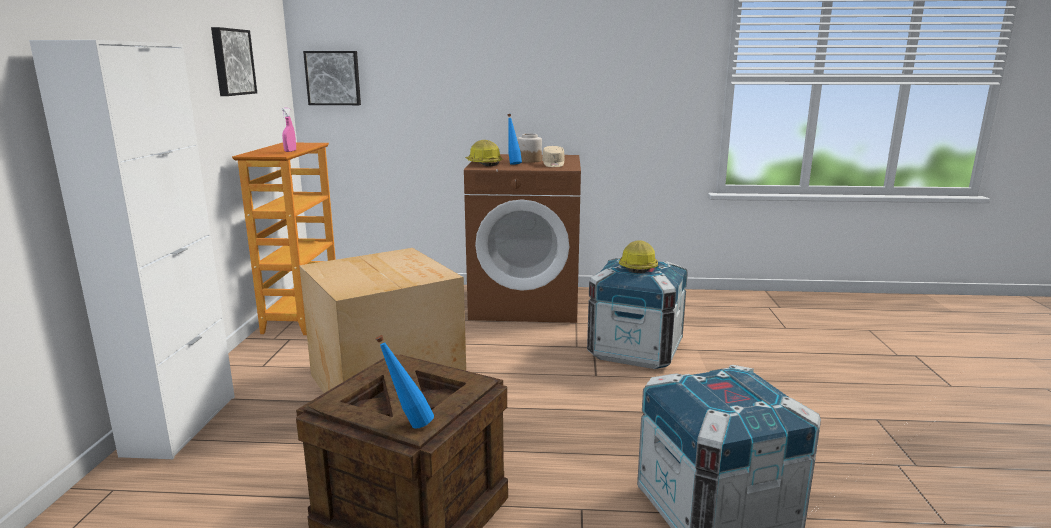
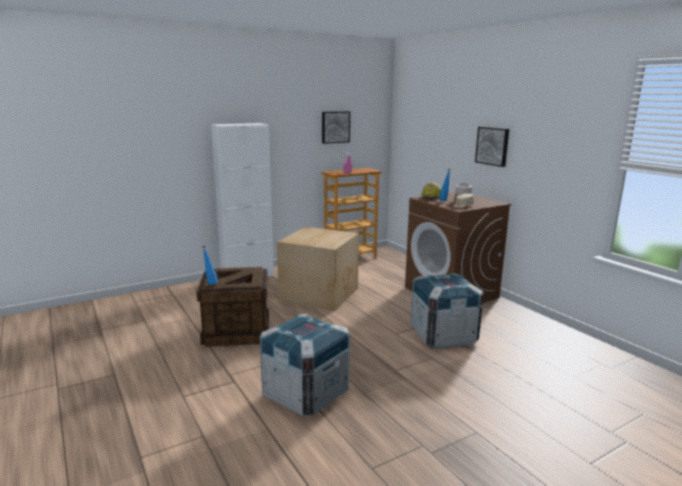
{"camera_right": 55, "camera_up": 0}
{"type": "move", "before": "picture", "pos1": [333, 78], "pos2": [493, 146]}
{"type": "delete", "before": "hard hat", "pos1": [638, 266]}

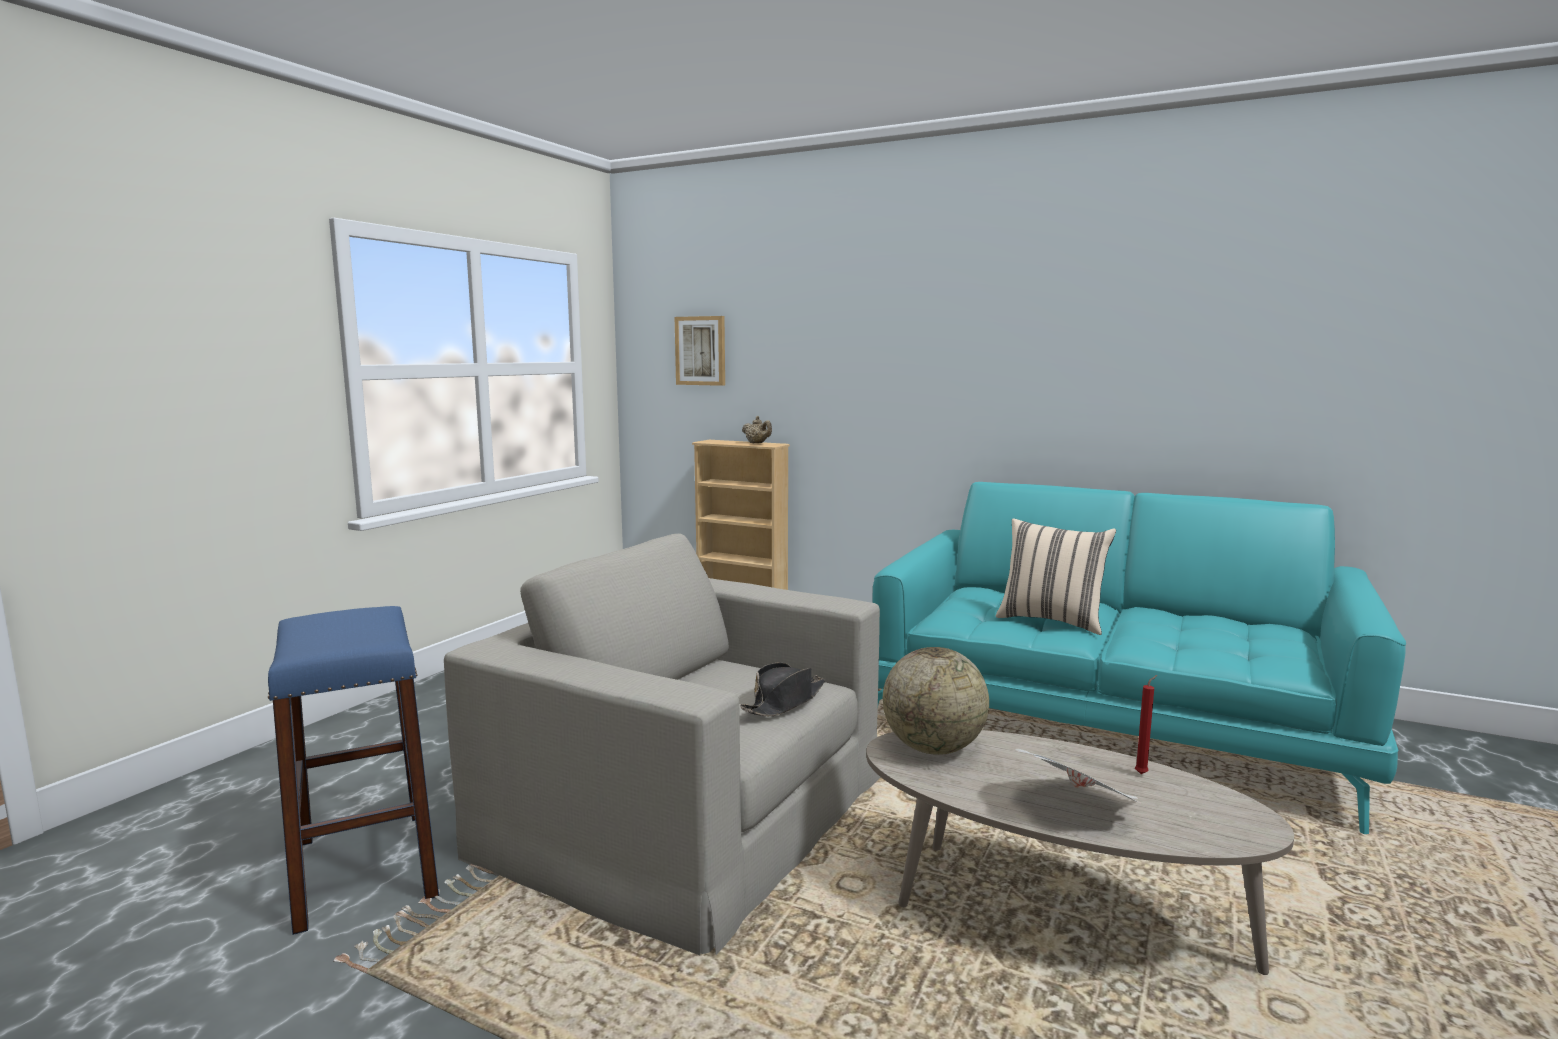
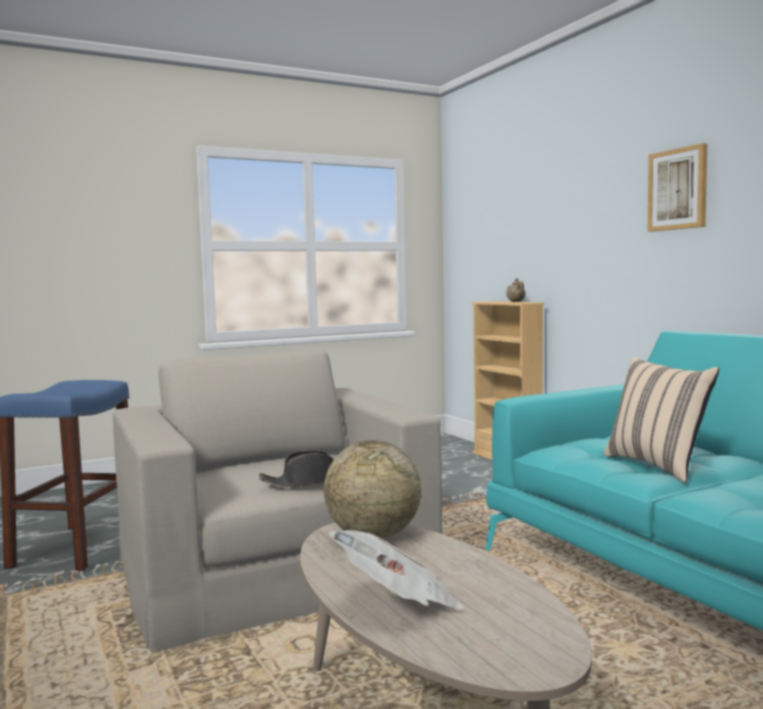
{"camera_right": 35, "camera_up": -5}
{"type": "move", "before": "picture", "pos1": [701, 351], "pos2": [678, 189]}
{"type": "delete", "before": "red candle", "pos1": [1142, 773]}

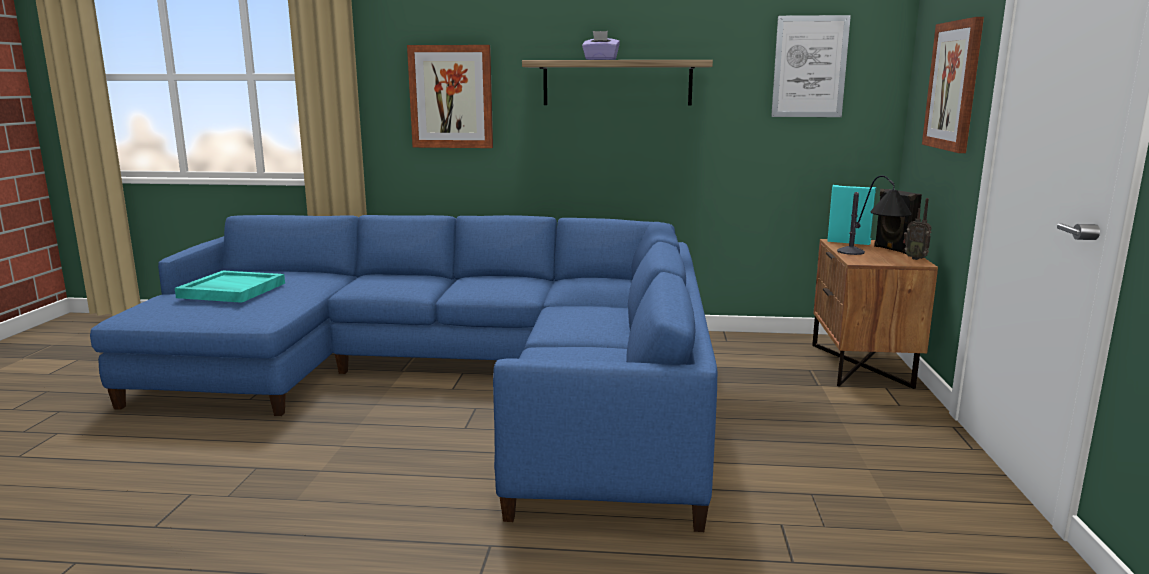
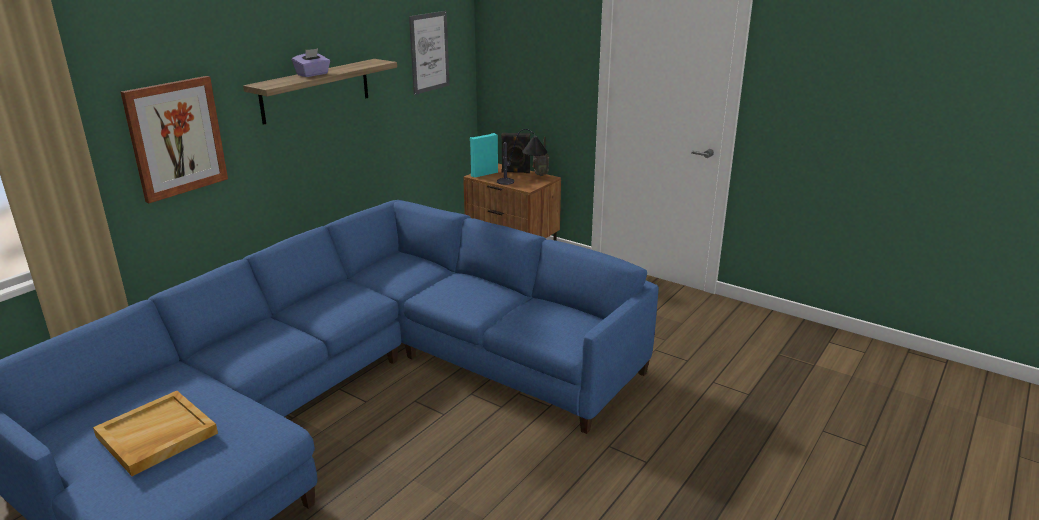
{"camera_right": -60, "camera_up": 10}
{"type": "recolor", "before": "turquoise tray", "after": "beige tray", "pos1": [231, 290], "pos2": [156, 436]}
{"type": "delete", "before": "picture", "pos1": [954, 86]}

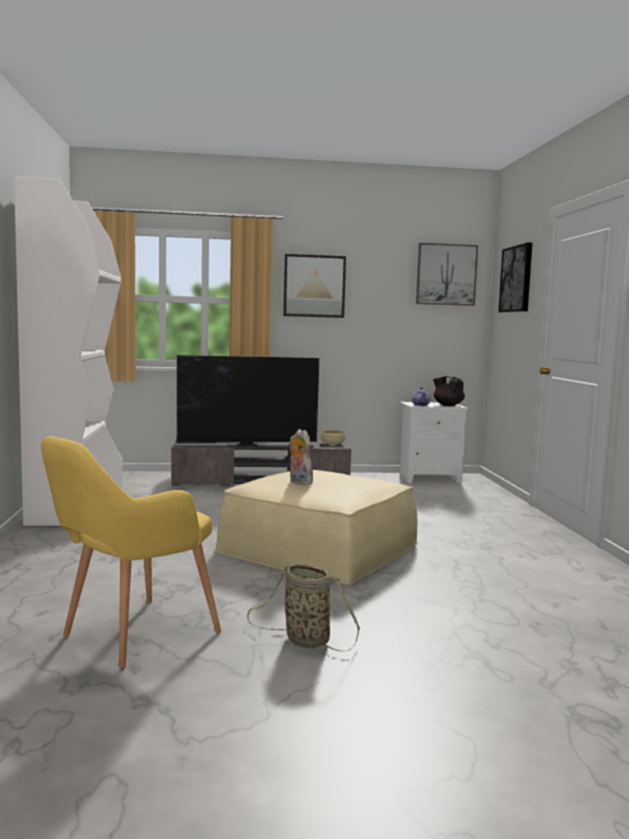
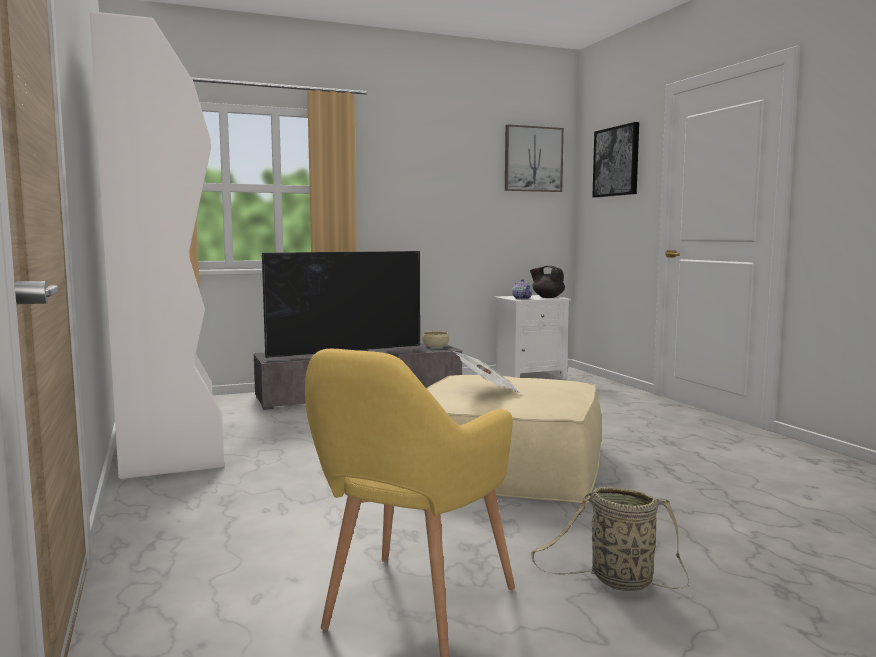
{"camera_right": -15, "camera_up": 0}
{"type": "delete", "before": "picture", "pos1": [314, 286]}
{"type": "replace", "before": "plush toy", "after": "newspaper", "pos1": [298, 482], "pos2": [487, 389]}

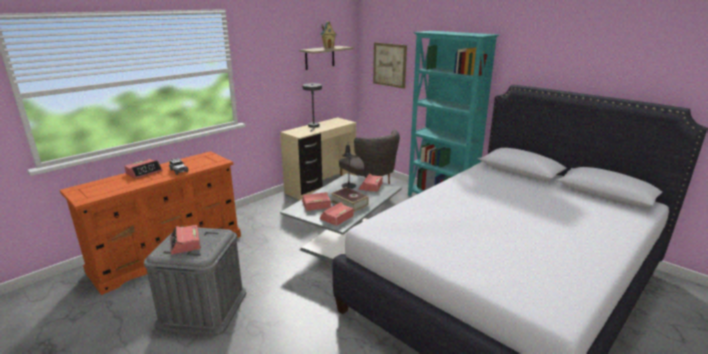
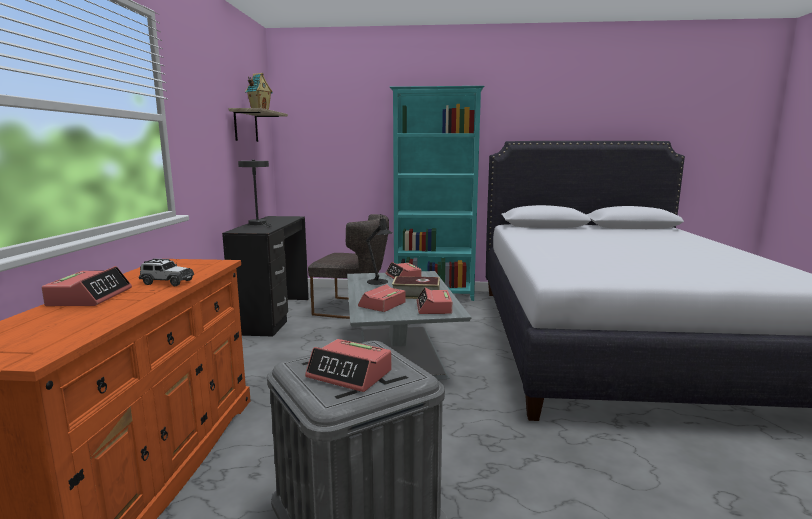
{"camera_right": -40, "camera_up": -10}
{"type": "recolor", "before": "beige desk", "after": "black desk", "pos1": [322, 186], "pos2": [275, 315]}
{"type": "delete", "before": "picture", "pos1": [389, 65]}

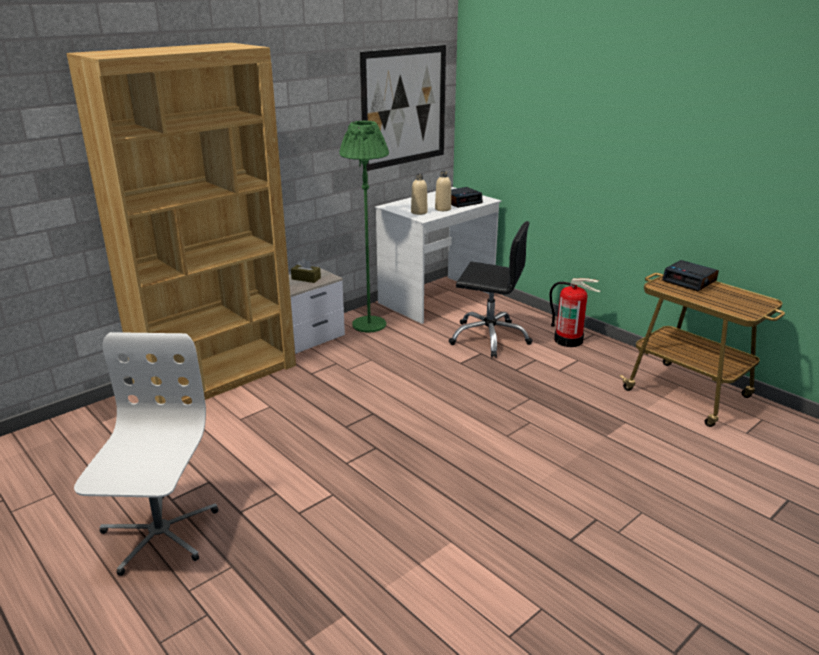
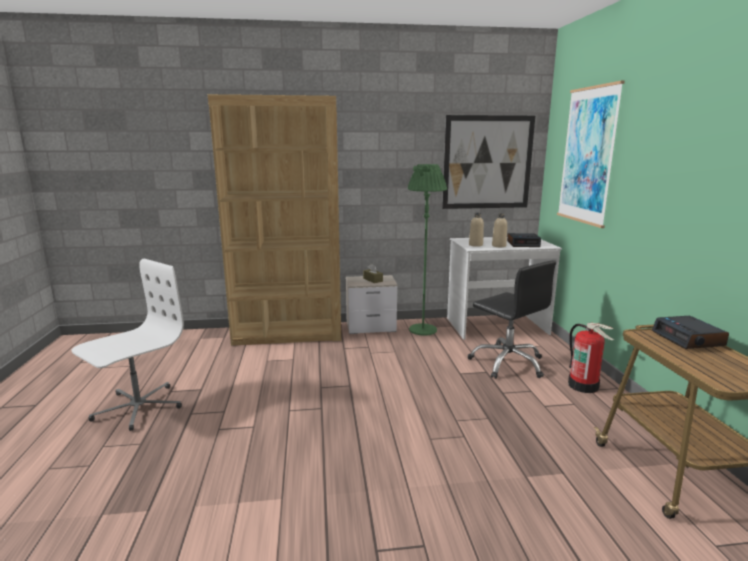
{"camera_right": 35, "camera_up": -10}
{"type": "insert", "after": "picture", "pos2": [588, 155]}

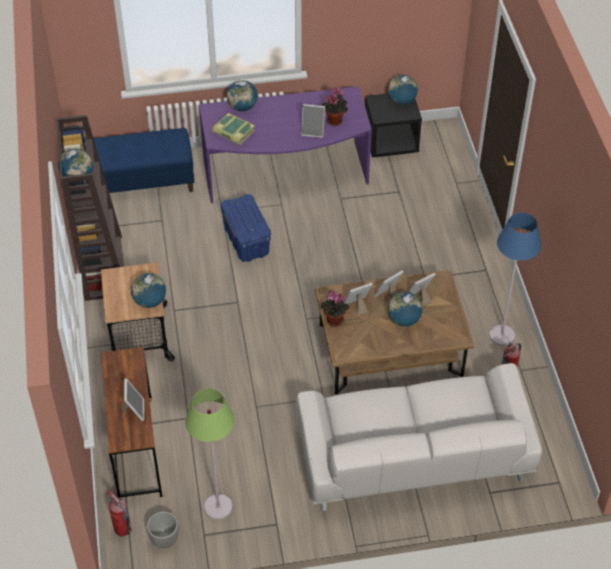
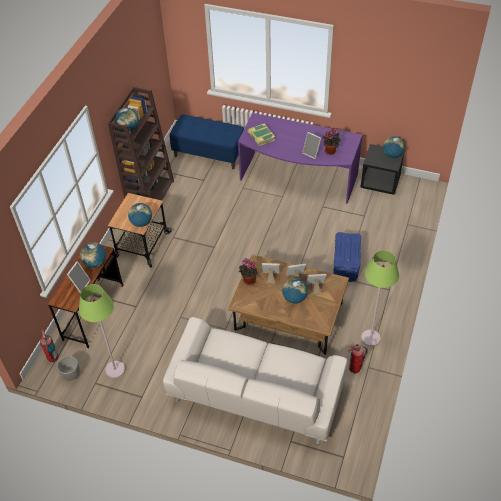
{"camera_right": 30, "camera_up": 0}
{"type": "move", "before": "blue storage box", "pos1": [247, 241], "pos2": [346, 266]}
{"type": "move", "before": "globe", "pos1": [242, 107], "pos2": [95, 263]}
{"type": "recolor", "before": "blue floor lamp", "after": "green floor lamp", "pos1": [501, 335], "pos2": [370, 338]}

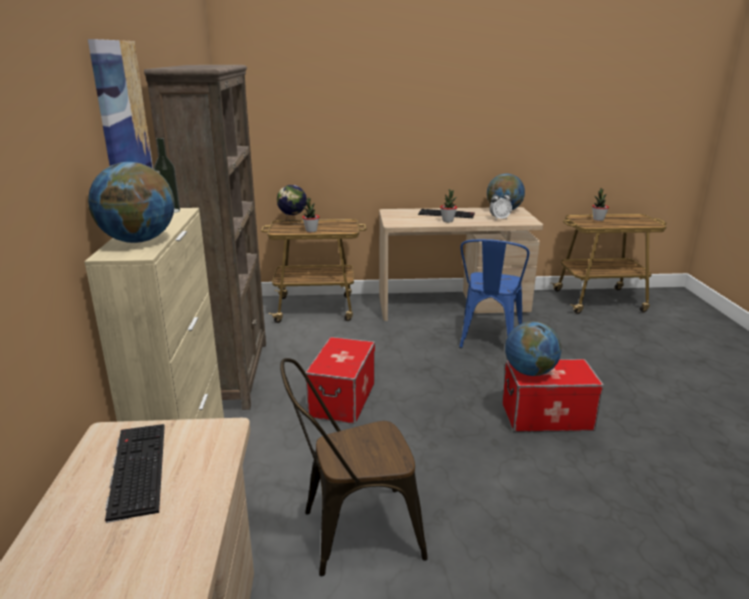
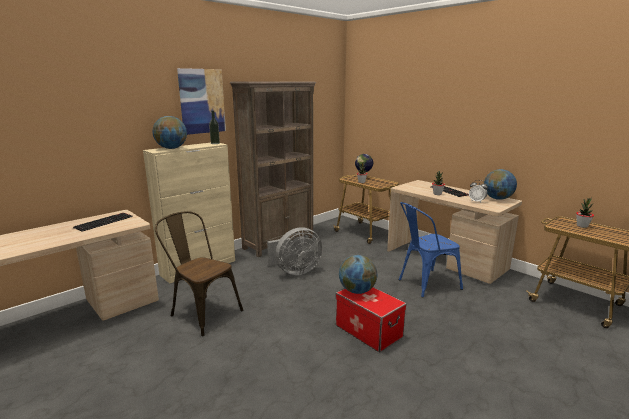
{"camera_right": 50, "camera_up": -5}
{"type": "replace", "before": "storage box", "after": "grey fan", "pos1": [342, 399], "pos2": [295, 271]}

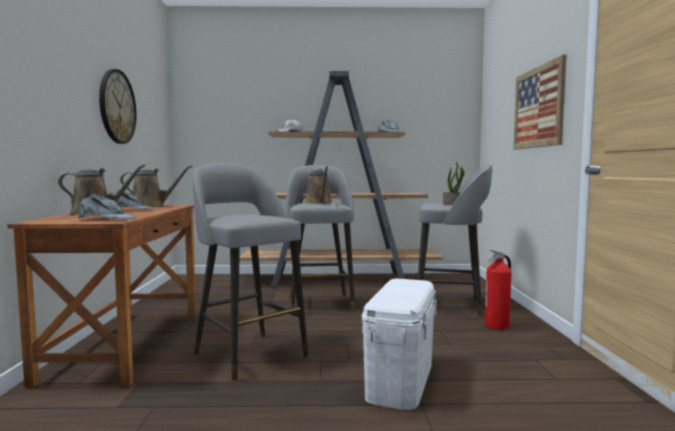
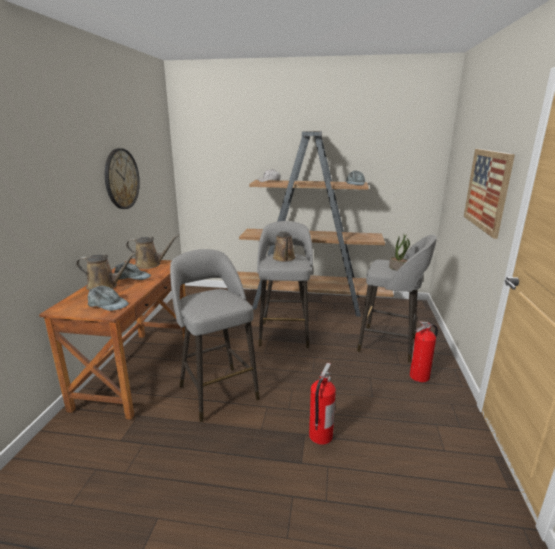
{"camera_right": 10, "camera_up": 15}
{"type": "replace", "before": "white storage box", "after": "fire extinguisher", "pos1": [400, 380], "pos2": [320, 436]}

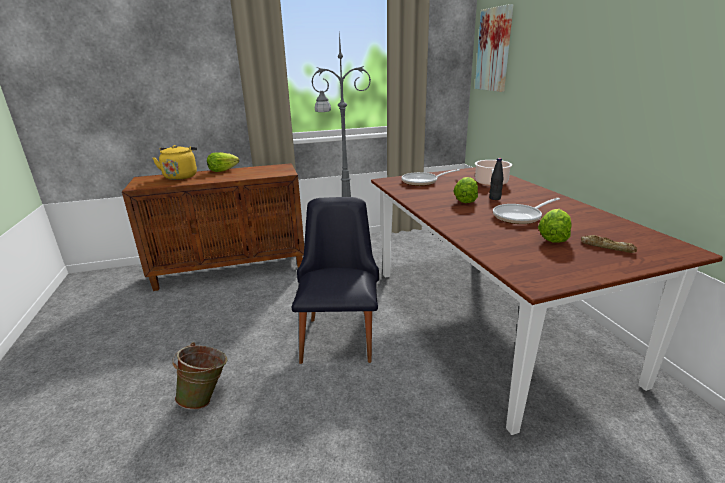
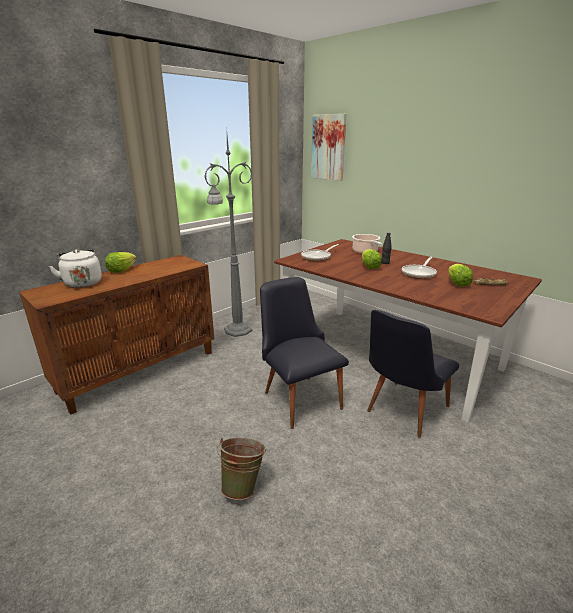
{"camera_right": -30, "camera_up": 0}
{"type": "recolor", "before": "yellow kettle", "after": "white kettle", "pos1": [181, 176], "pos2": [82, 282]}
{"type": "insert", "after": "black chair", "pos2": [402, 411]}

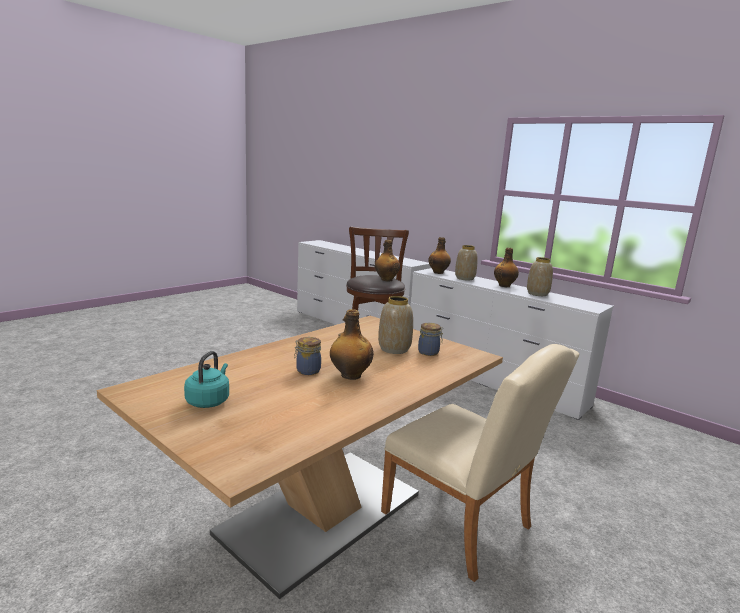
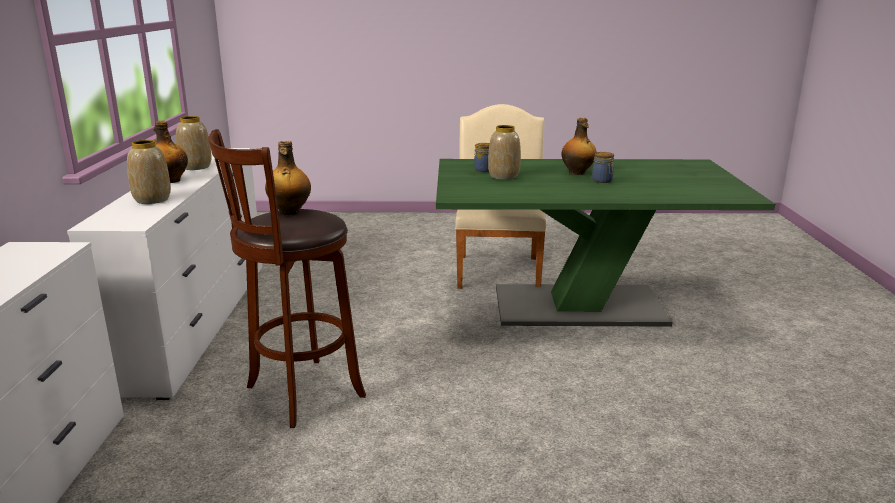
{"camera_right": -130, "camera_up": 5}
{"type": "recolor", "before": "brown dining table", "after": "green dining table", "pos1": [321, 513], "pos2": [578, 306]}
{"type": "delete", "before": "turquoise kettle", "pos1": [209, 401]}
{"type": "delete", "before": "bottle", "pos1": [438, 272]}

